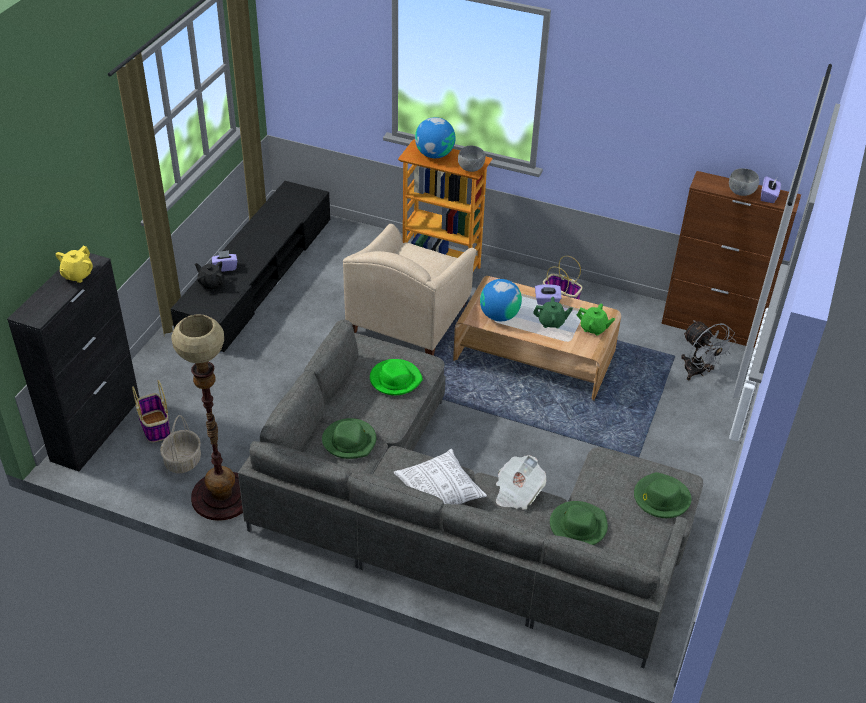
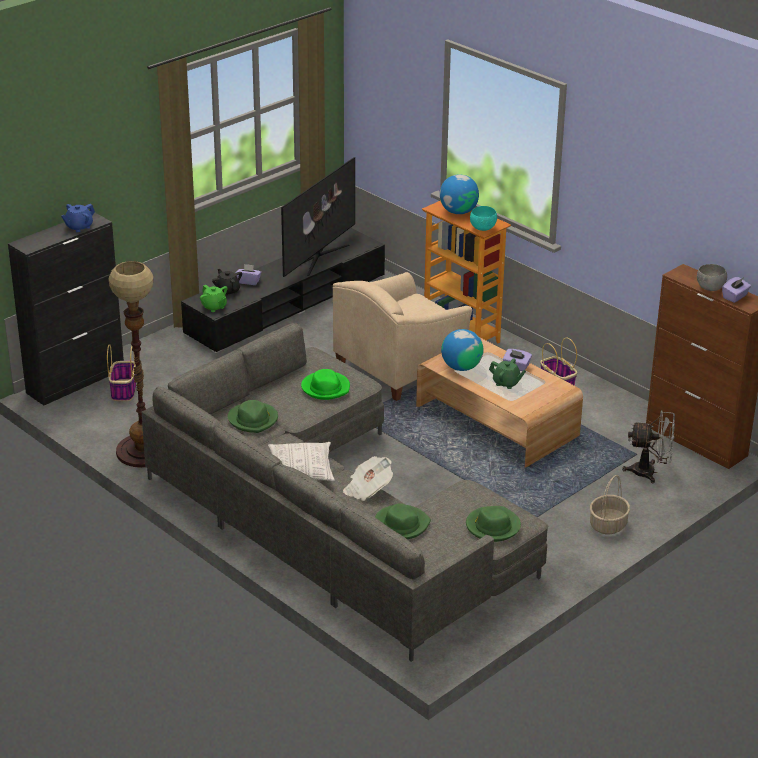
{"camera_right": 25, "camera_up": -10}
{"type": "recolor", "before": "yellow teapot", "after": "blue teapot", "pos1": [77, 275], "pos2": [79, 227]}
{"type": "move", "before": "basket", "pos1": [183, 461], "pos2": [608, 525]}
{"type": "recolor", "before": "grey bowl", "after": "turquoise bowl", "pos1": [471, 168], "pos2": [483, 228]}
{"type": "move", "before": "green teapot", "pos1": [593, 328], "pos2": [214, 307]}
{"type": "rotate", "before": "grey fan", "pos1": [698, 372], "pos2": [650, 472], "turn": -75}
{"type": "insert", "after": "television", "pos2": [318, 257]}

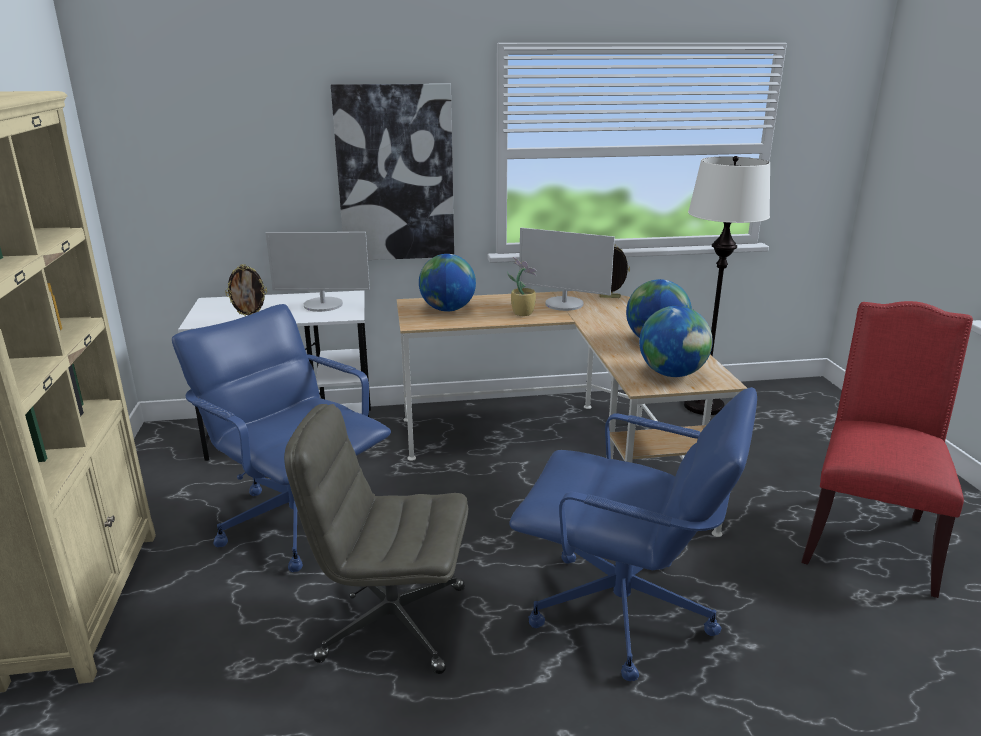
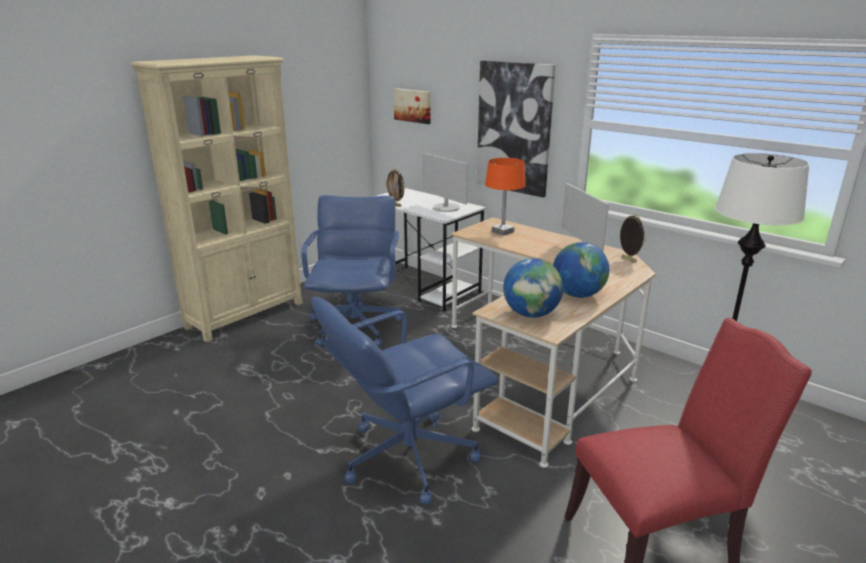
{"camera_right": 50, "camera_up": 0}
{"type": "delete", "before": "grey office chair", "pos1": [391, 623]}
{"type": "replace", "before": "globe", "after": "orange table lamp", "pos1": [447, 310], "pos2": [503, 231]}
{"type": "delete", "before": "potted plant", "pos1": [522, 313]}
{"type": "rotate", "before": "blue office chair", "pos1": [623, 613], "pos2": [407, 456], "turn": 75}
{"type": "insert", "after": "picture", "pos2": [413, 105]}

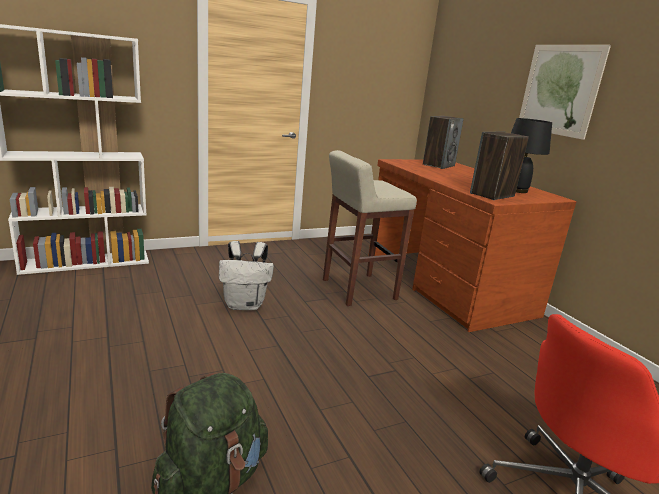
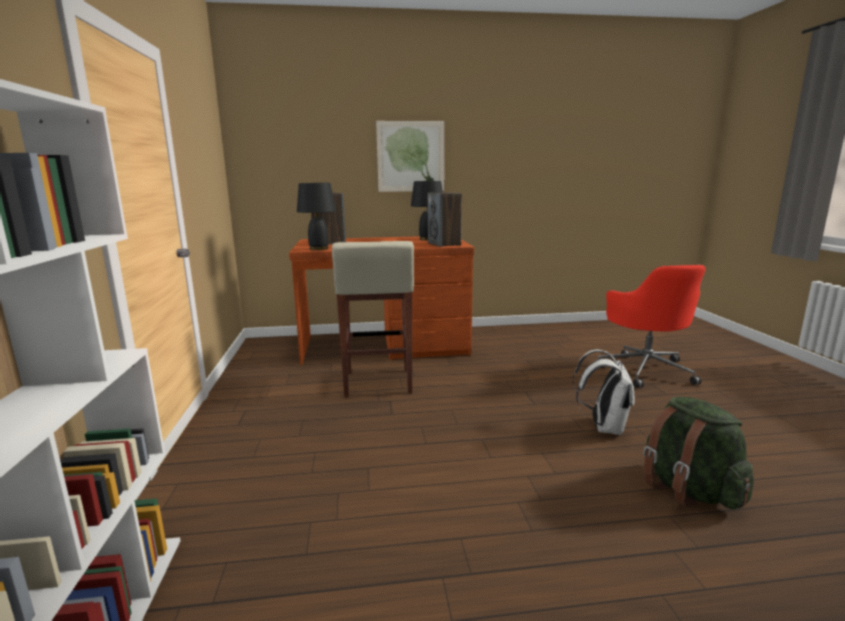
{"camera_right": -70, "camera_up": -5}
{"type": "move", "before": "white backpack", "pos1": [245, 305], "pos2": [603, 427]}
{"type": "insert", "after": "black table lamp", "pos2": [318, 249]}

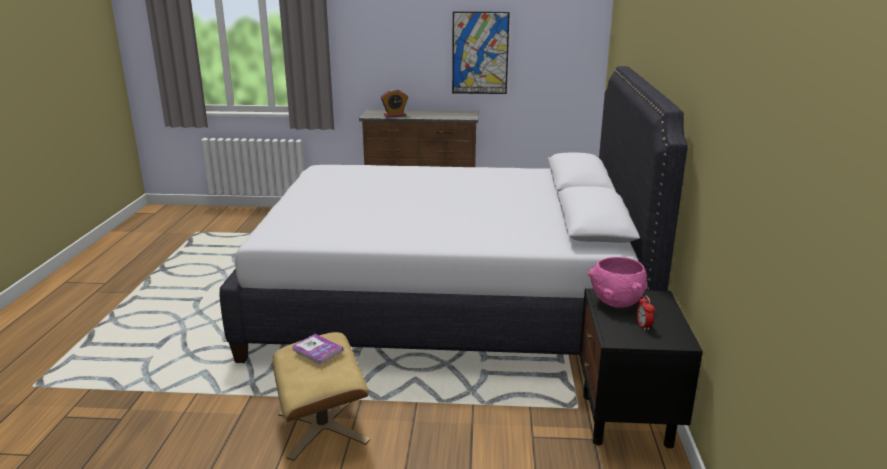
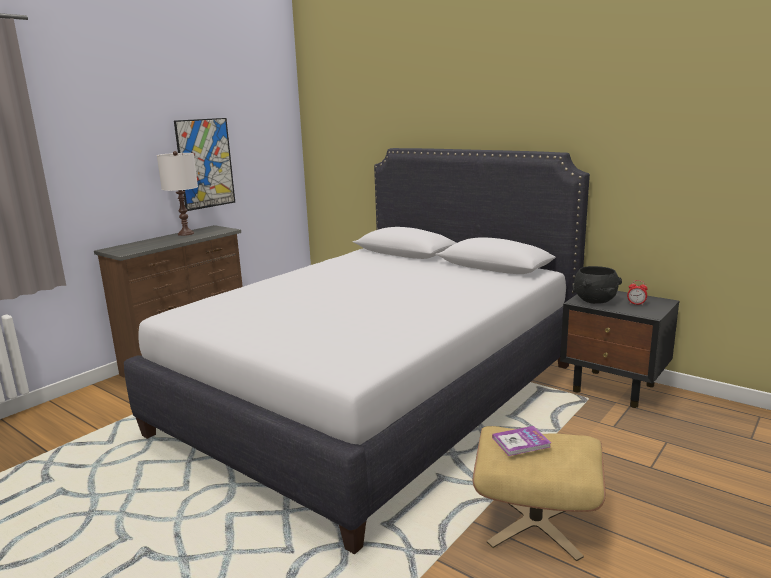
{"camera_right": -55, "camera_up": -5}
{"type": "delete", "before": "alarm clock", "pos1": [395, 115]}
{"type": "recolor", "before": "pink bowl", "after": "black bowl", "pos1": [616, 302], "pos2": [595, 301]}
{"type": "insert", "after": "white table lamp", "pos2": [186, 234]}

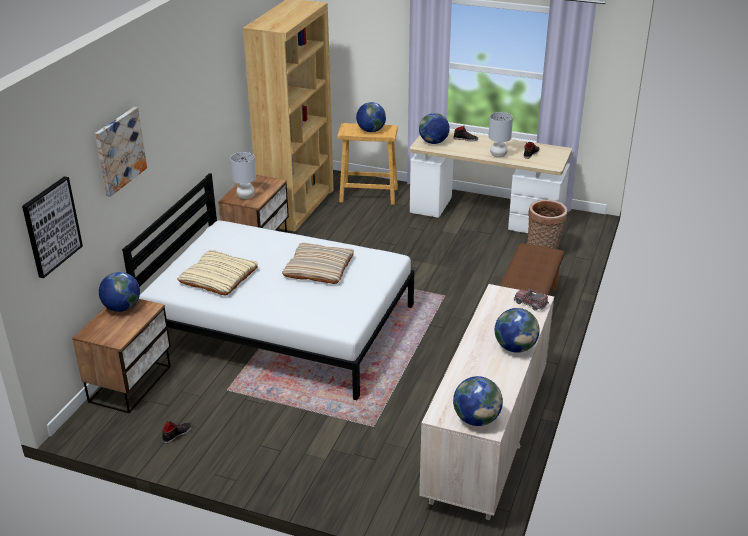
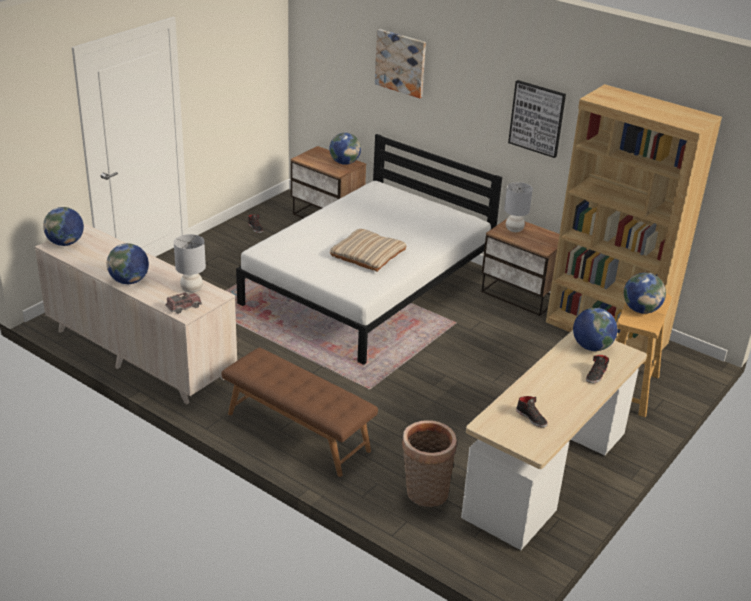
{"camera_right": 105, "camera_up": 0}
{"type": "move", "before": "picture", "pos1": [51, 226], "pos2": [537, 118]}
{"type": "delete", "before": "beige pillow", "pos1": [218, 277]}
{"type": "move", "before": "grey table lamp", "pos1": [498, 155], "pos2": [192, 289]}

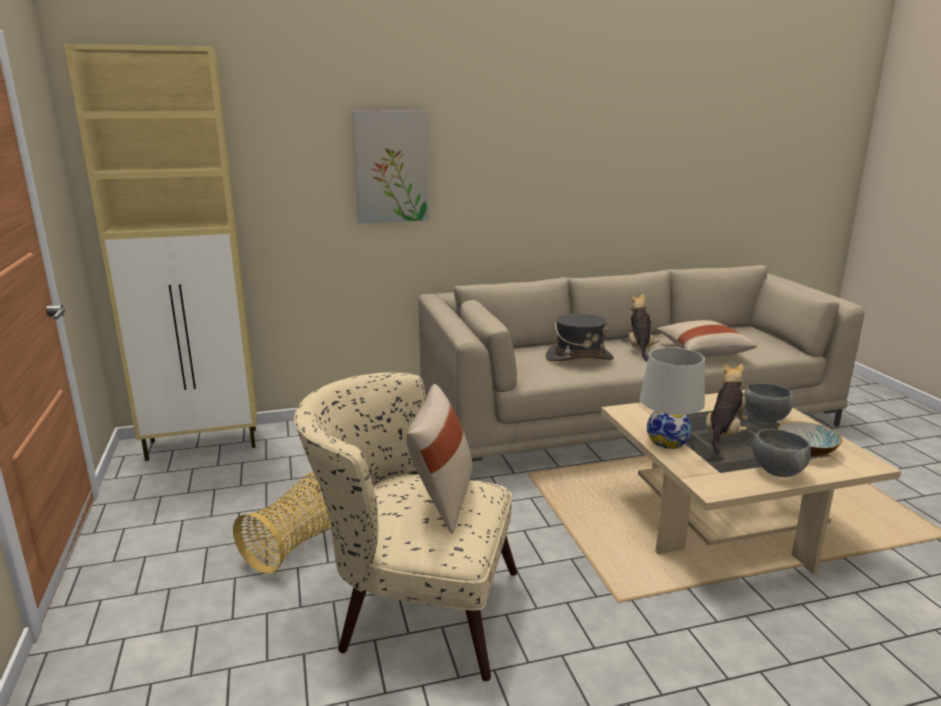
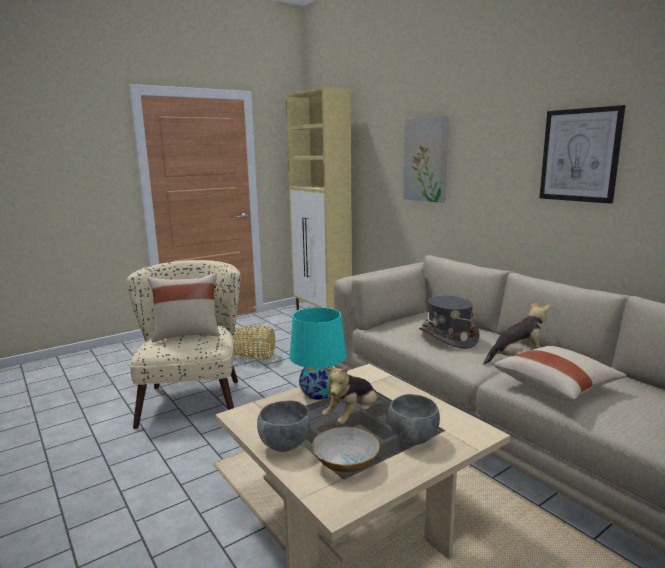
{"camera_right": 70, "camera_up": -5}
{"type": "recolor", "before": "white table lamp", "after": "turquoise table lamp", "pos1": [667, 441], "pos2": [319, 393]}
{"type": "rotate", "before": "plush toy", "pos1": [723, 434], "pos2": [352, 417], "turn": 120}
{"type": "insert", "after": "picture", "pos2": [579, 155]}

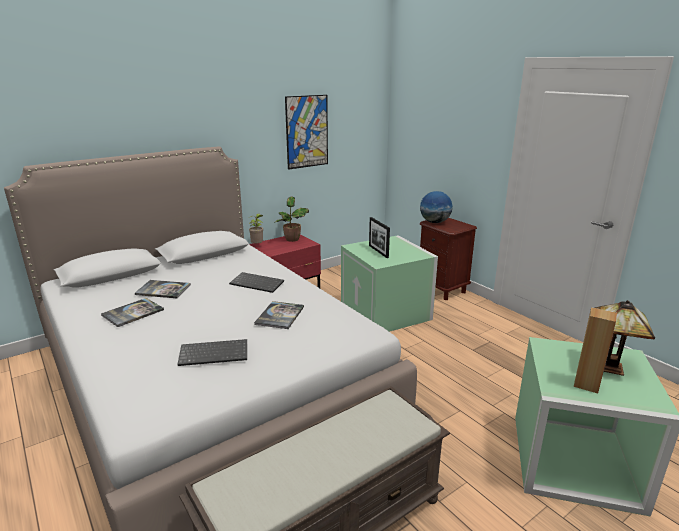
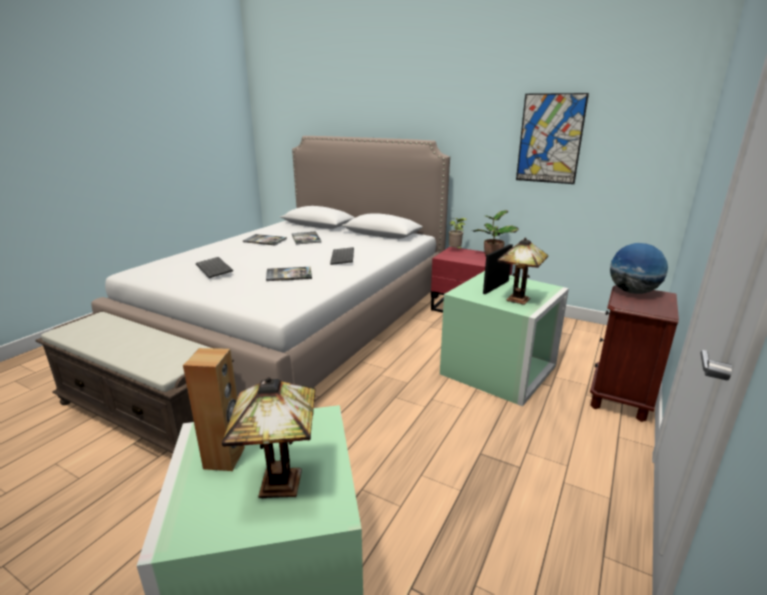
{"camera_right": 65, "camera_up": 0}
{"type": "insert", "after": "table lamp", "pos2": [518, 300]}

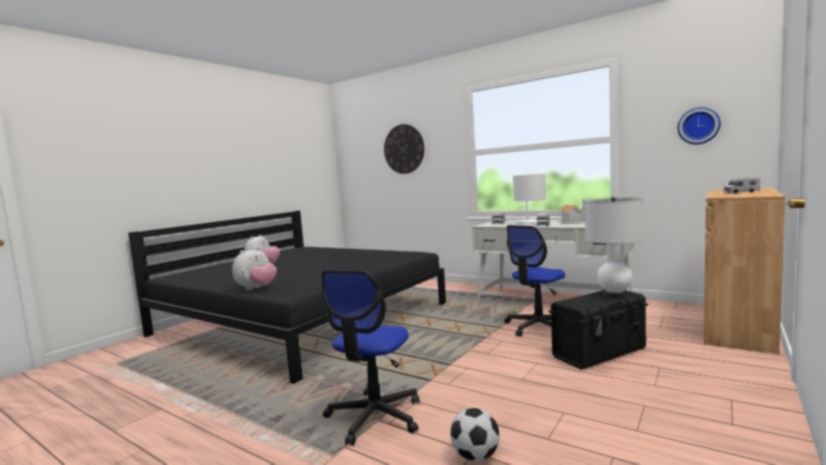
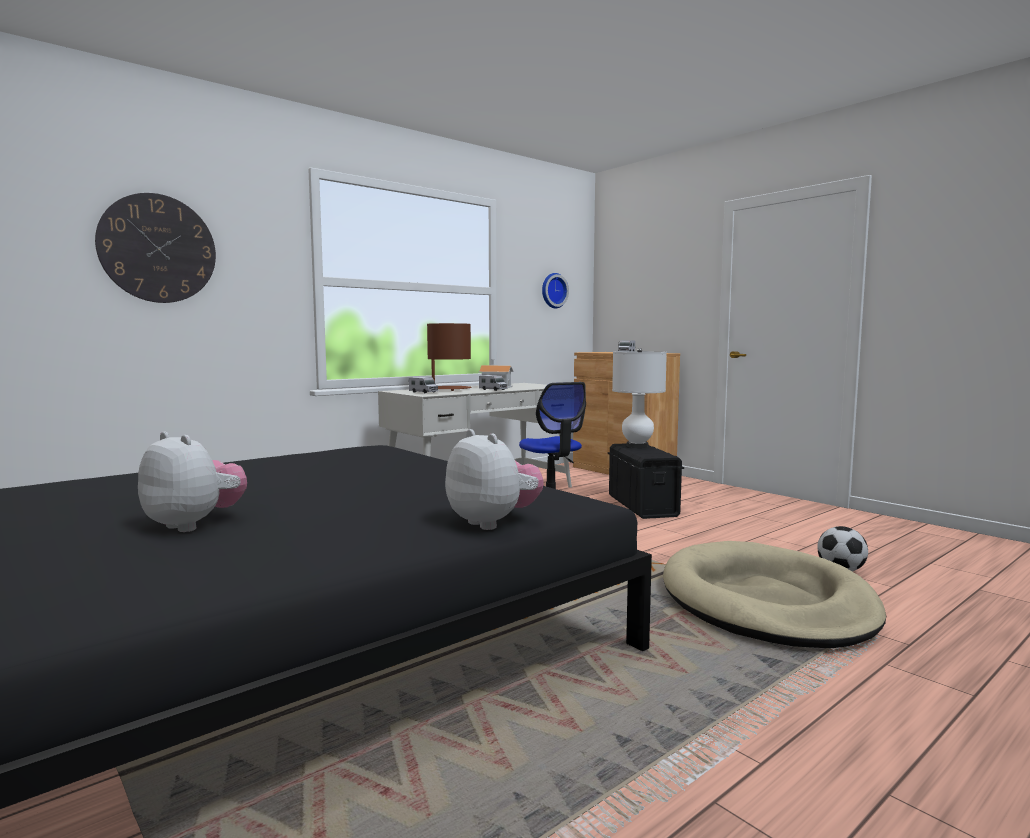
{"camera_right": -75, "camera_up": 0}
{"type": "replace", "before": "office chair", "after": "beige dog bed", "pos1": [374, 417], "pos2": [766, 602]}
{"type": "recolor", "before": "white table lamp", "after": "brown table lamp", "pos1": [530, 222], "pos2": [449, 389]}

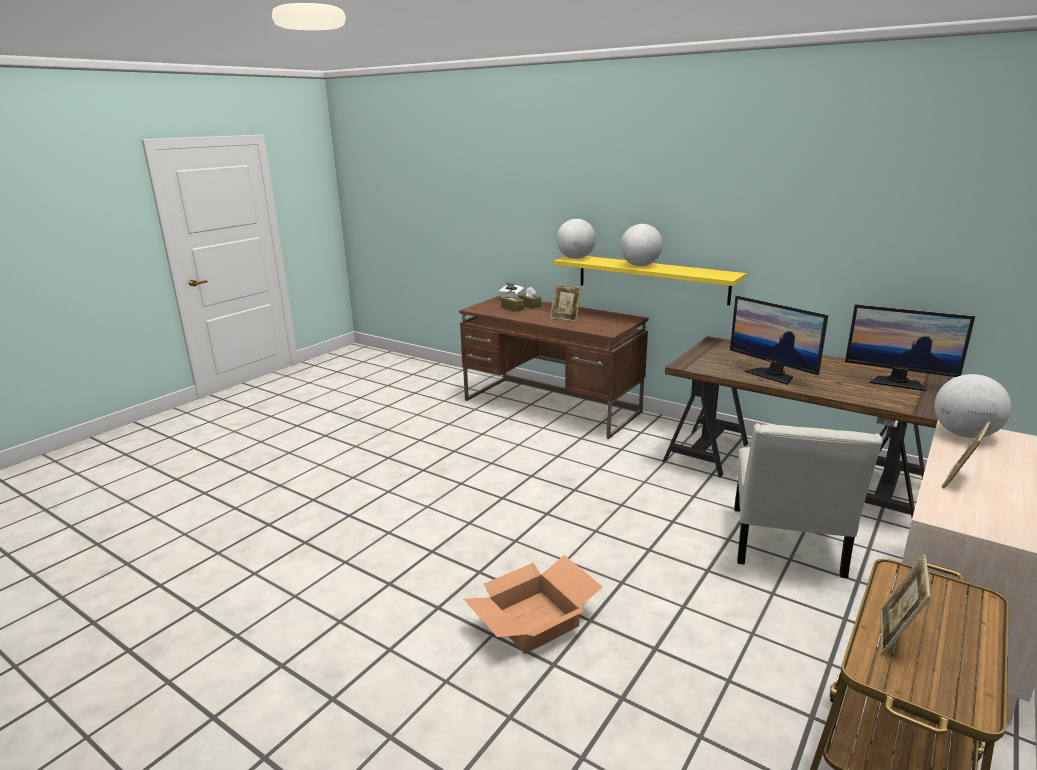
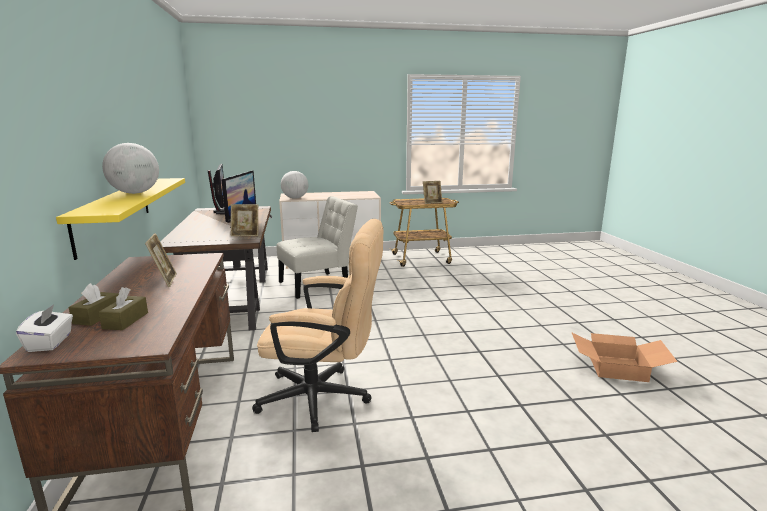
{"camera_right": -135, "camera_up": -5}
{"type": "move", "before": "cardboard box", "pos1": [533, 622], "pos2": [618, 367]}
{"type": "delete", "before": "globe", "pos1": [575, 258]}
{"type": "move", "before": "picture frame", "pos1": [959, 481], "pos2": [245, 235]}
{"type": "insert", "after": "beige office chair", "pos2": [324, 398]}

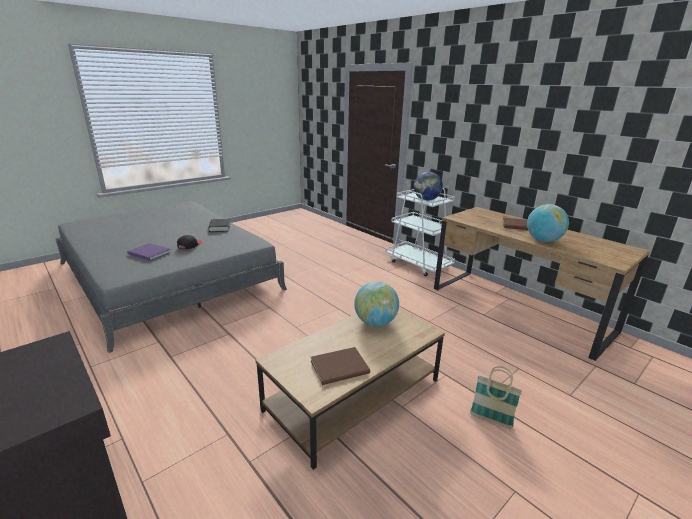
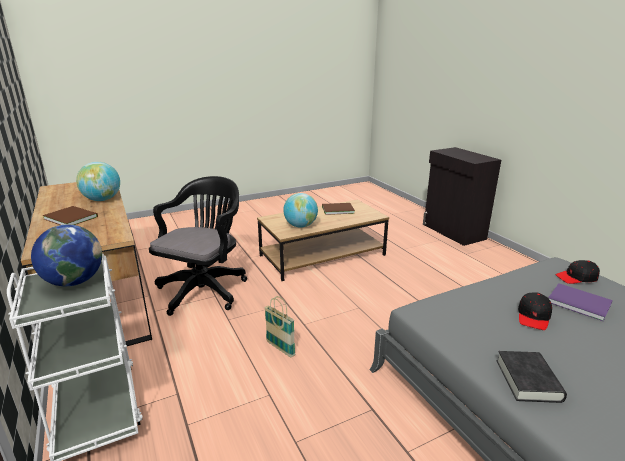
{"camera_right": -165, "camera_up": 0}
{"type": "move", "before": "basket", "pos1": [491, 420], "pos2": [280, 348]}
{"type": "insert", "after": "black office chair", "pos2": [205, 289]}
{"type": "insert", "after": "black cap", "pos2": [576, 277]}

